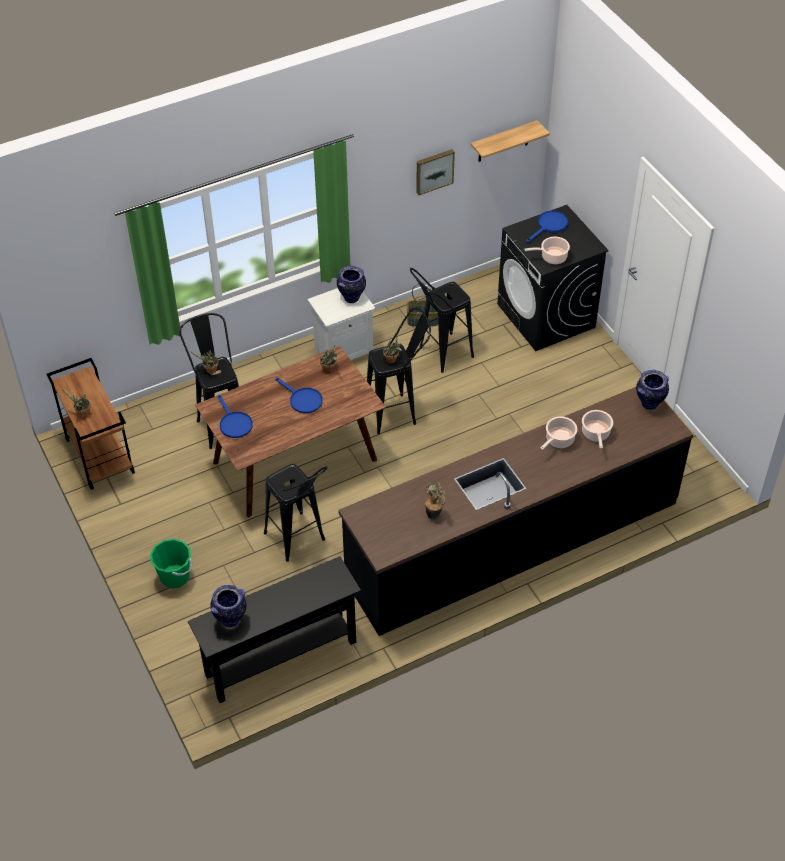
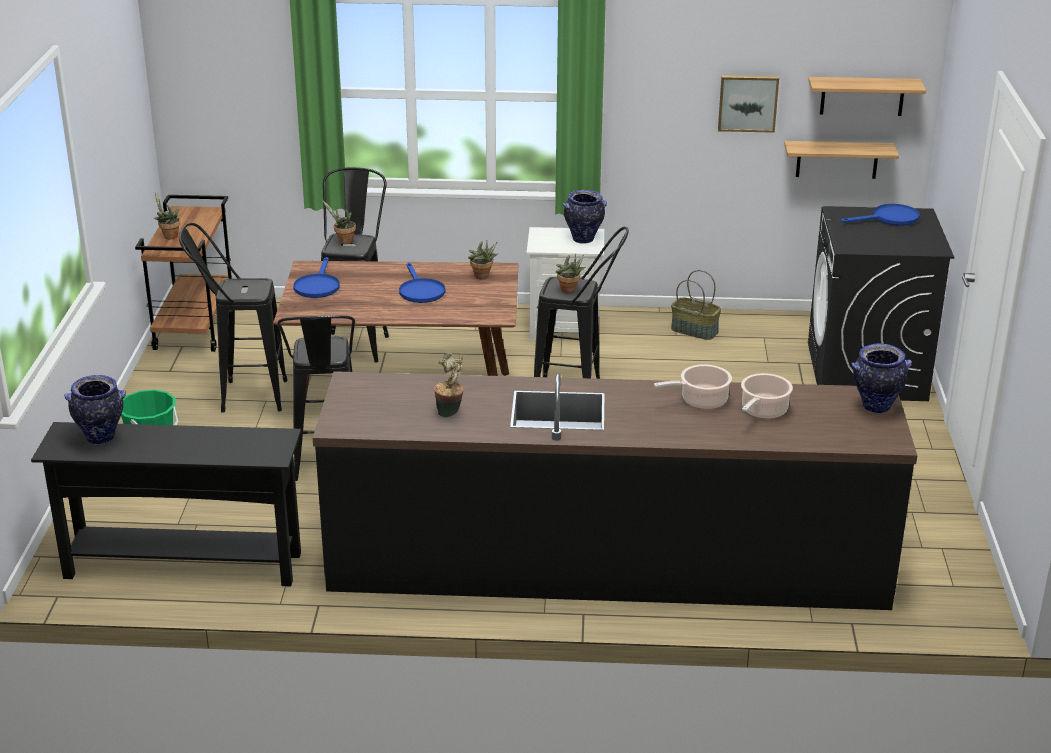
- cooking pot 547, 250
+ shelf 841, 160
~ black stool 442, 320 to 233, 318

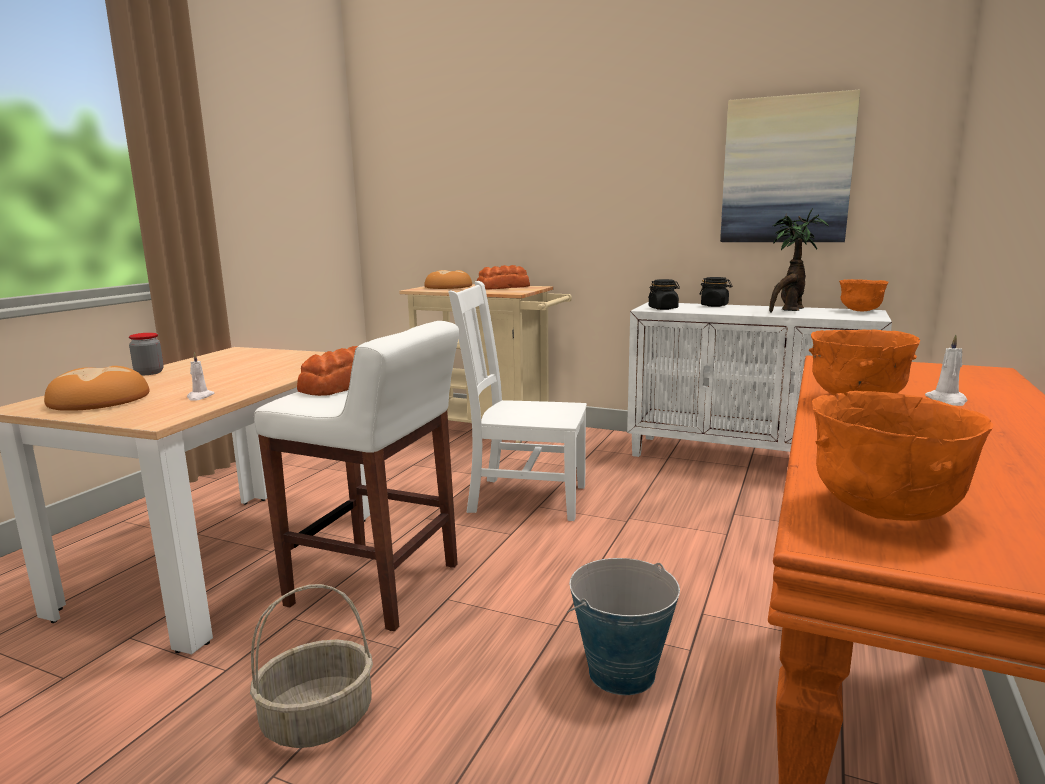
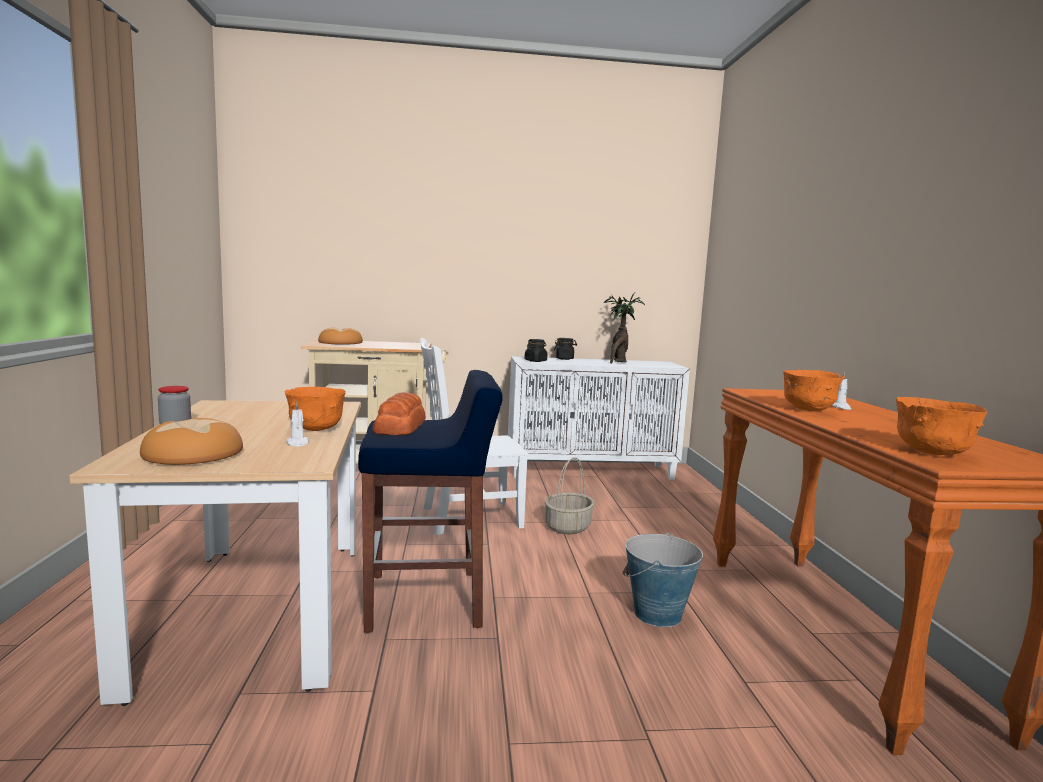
- bread 503, 277
- picture 790, 166
~ basket 311, 666 to 570, 495
~ orange bowl 863, 295 to 315, 409
~ white stool 356, 476 to blue stool 430, 501

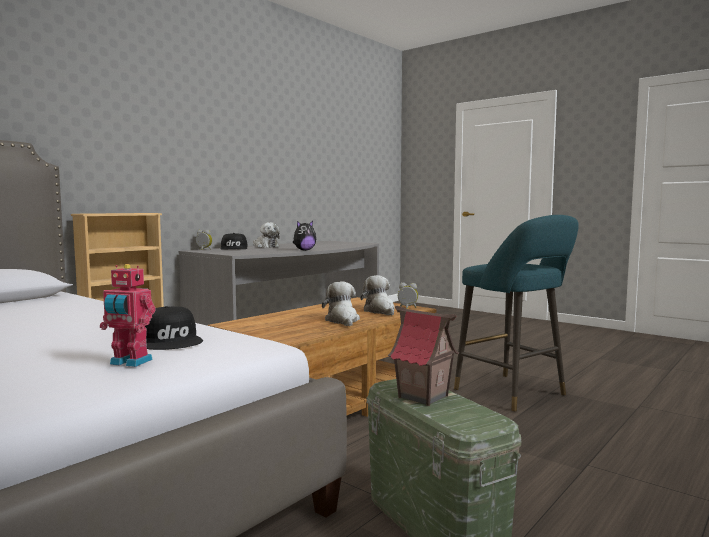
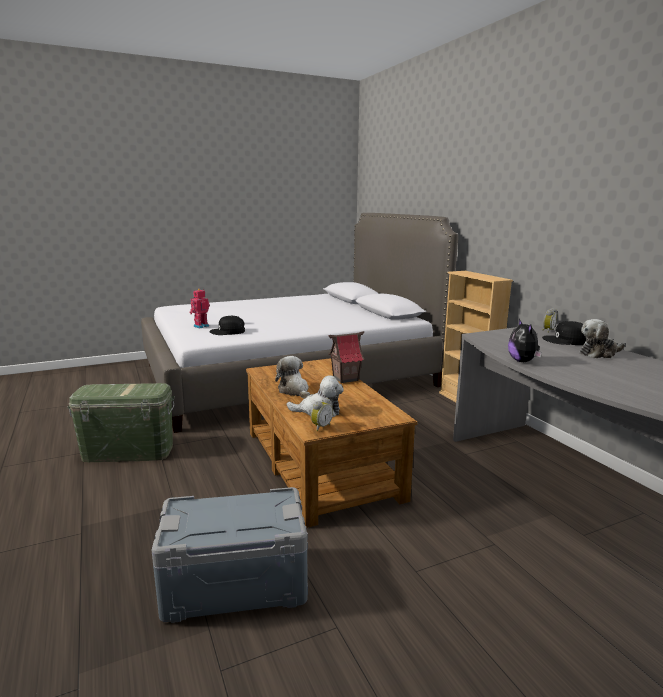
~ toy house 423, 356 to 346, 357
~ turquoise stool 516, 313 to grey storage box 230, 555
~ plush toy 341, 303 = 292, 377 135 degrees counterclockwise

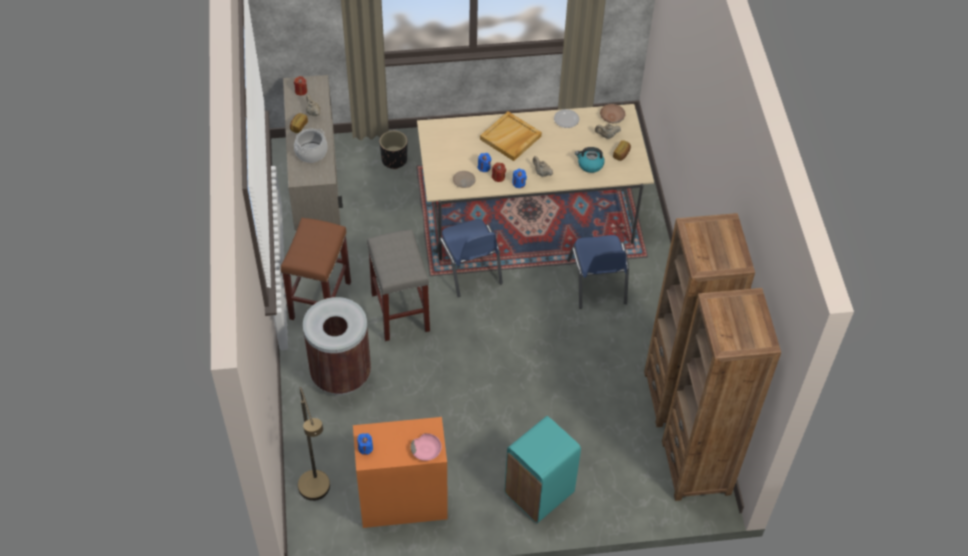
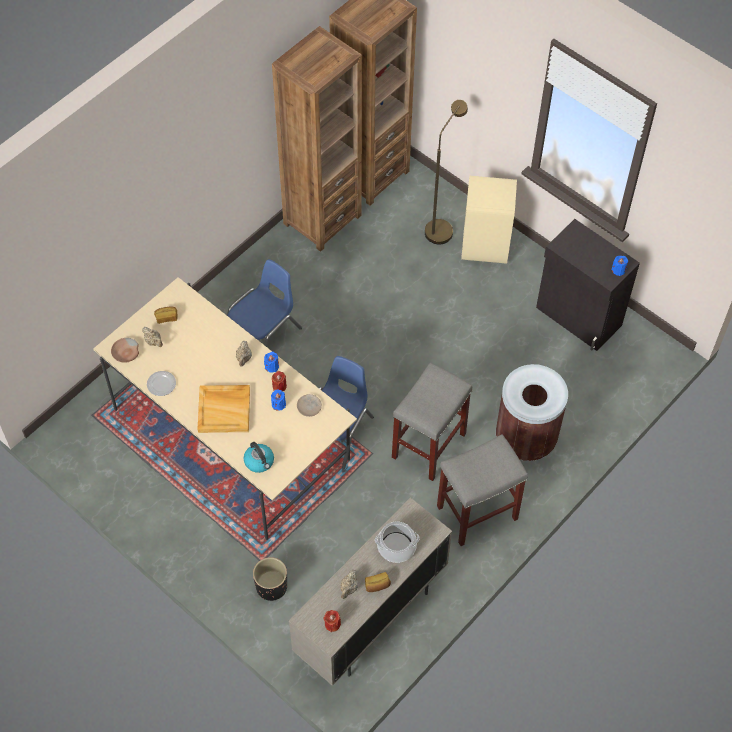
- pink bowl 426, 447
~ brown floor lamp 314, 444 to 446, 172
~ kettle 590, 160 to 259, 457
~ brown stool 316, 269 to grey stool 482, 490
~ orange cabinet 400, 472 to black cabinet 588, 285
~ turquoise trash can 543, 469 to beige trash can 489, 220

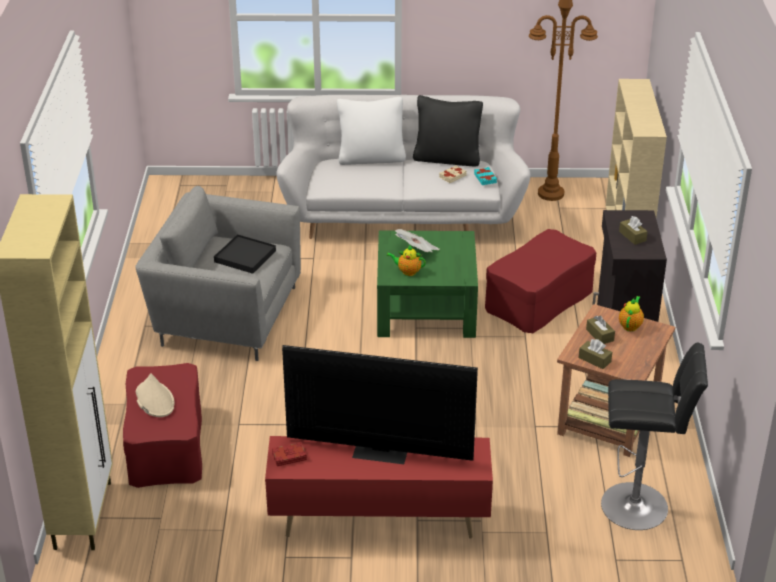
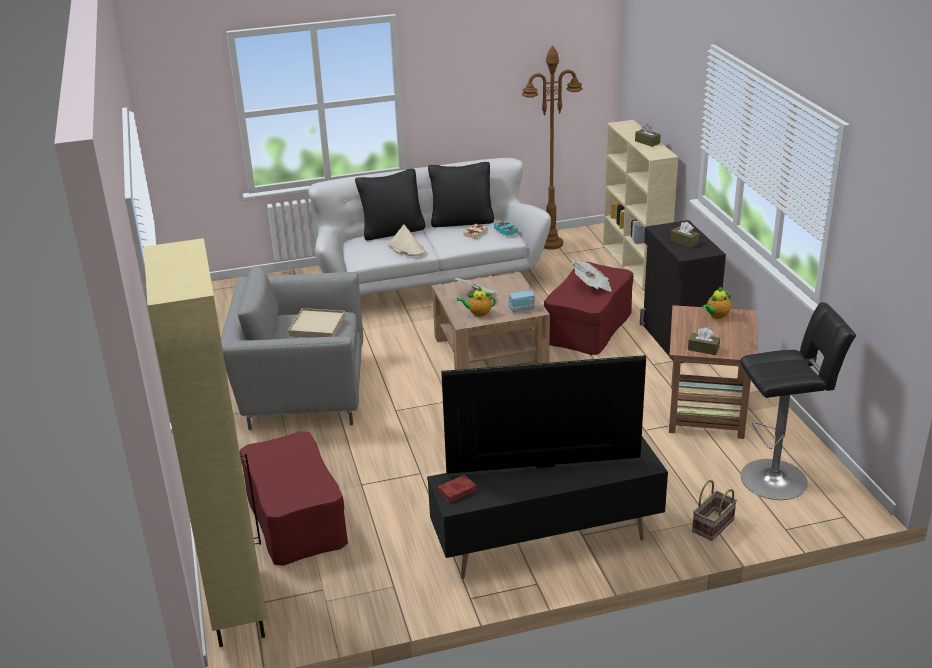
+ radio 522, 297
+ newspaper 591, 276
+ basket 714, 510
~ beige hat 155, 395 to 406, 240
~ brown tissue box 600, 330 to 648, 135
~ black tray 245, 254 to beige tray 316, 323
~ red tv stand 379, 487 to black tv stand 547, 507
~ white pillow 371, 131 to black pillow 390, 205
~ green coffee table 427, 284 to brown coffee table 491, 321
~ teapot 631, 313 = 716, 302 135 degrees counterclockwise

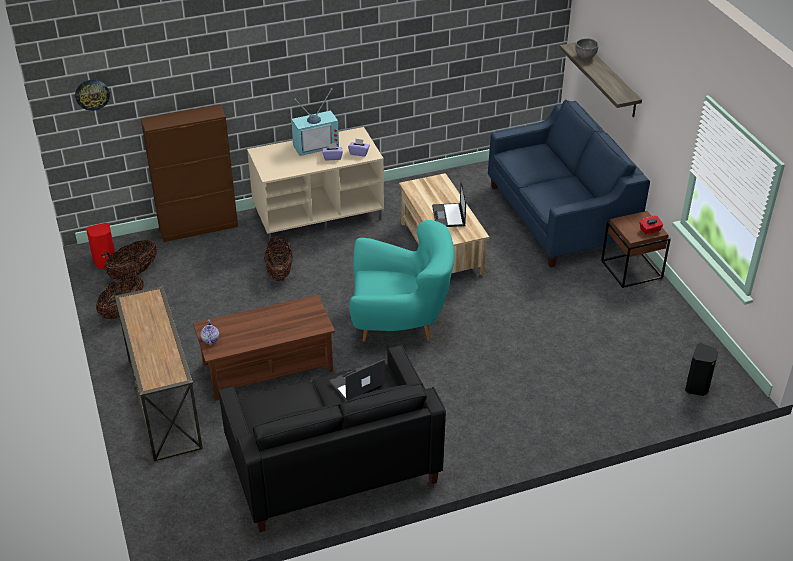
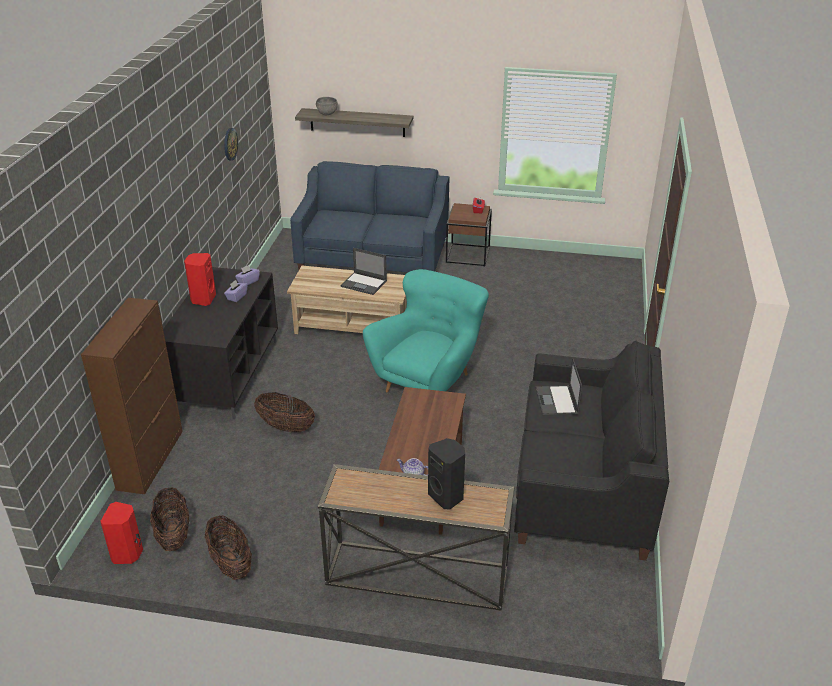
~ wall clock 92, 95 to 231, 144
~ black speaker 701, 369 to 446, 473
~ television 315, 122 to red speaker 200, 279
~ beige tv stand 315, 185 to black tv stand 220, 343

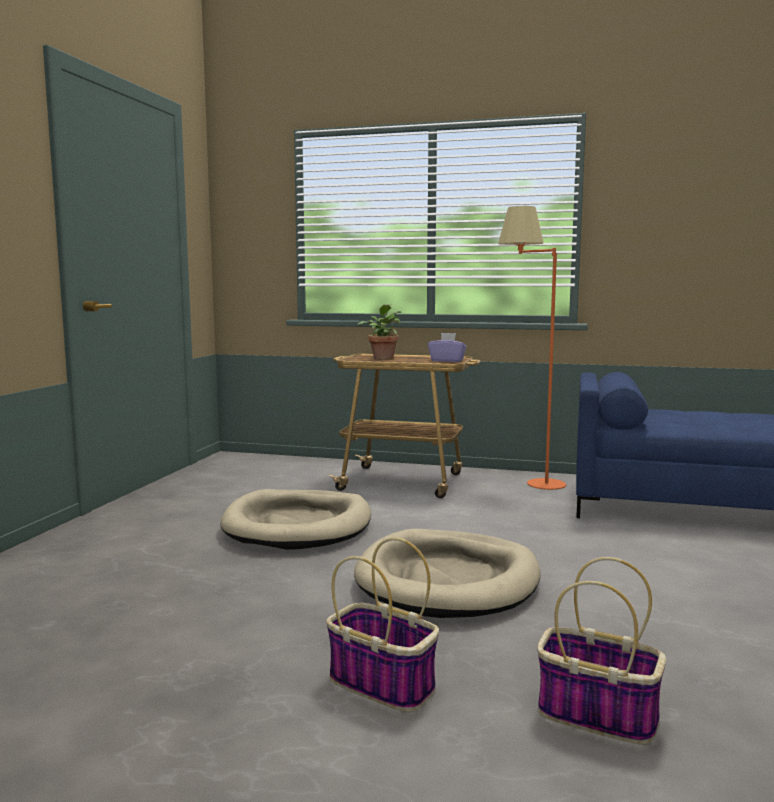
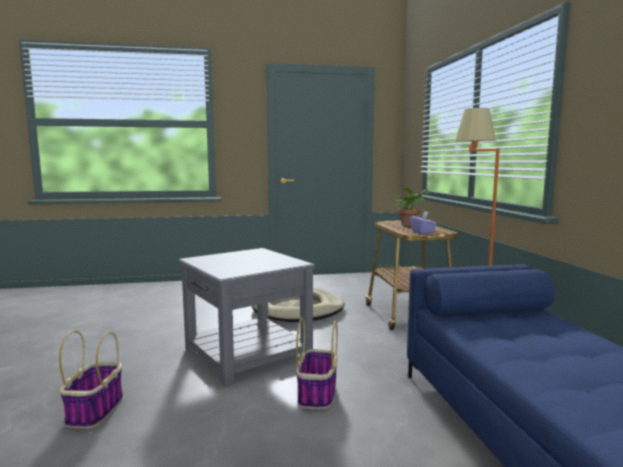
~ basket 382, 624 to 317, 363
~ beige dog bed 447, 573 to grey side table 246, 317

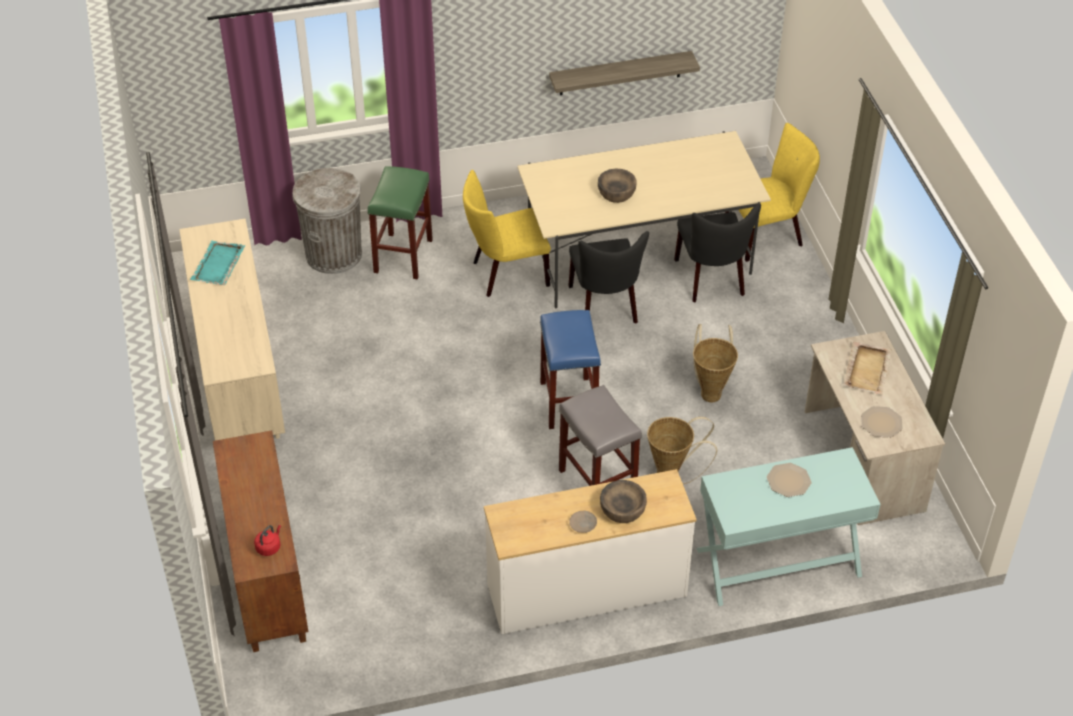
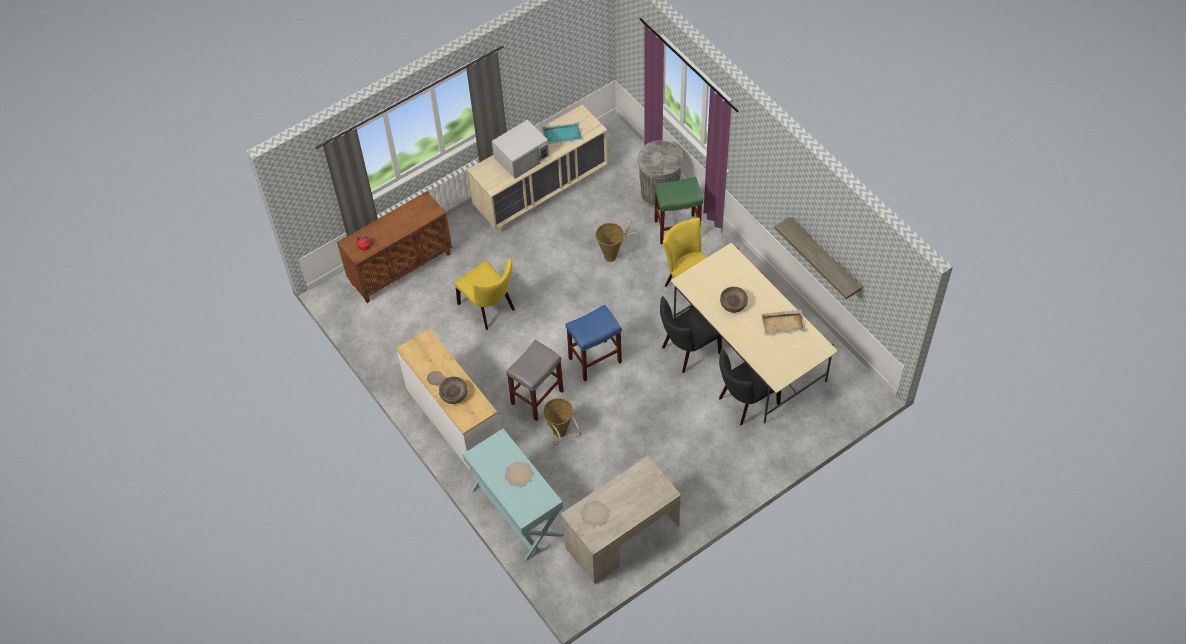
+ white microwave 520, 149
~ basket 715, 363 to 617, 240
~ yellow chair 772, 192 to 484, 294
~ beige tray 867, 368 to 783, 323

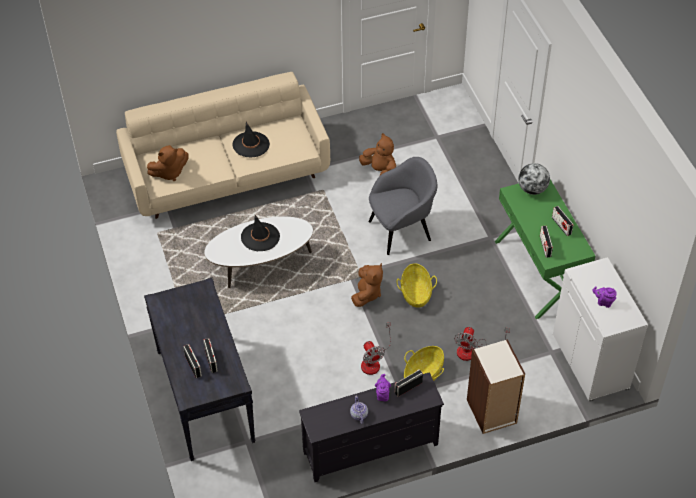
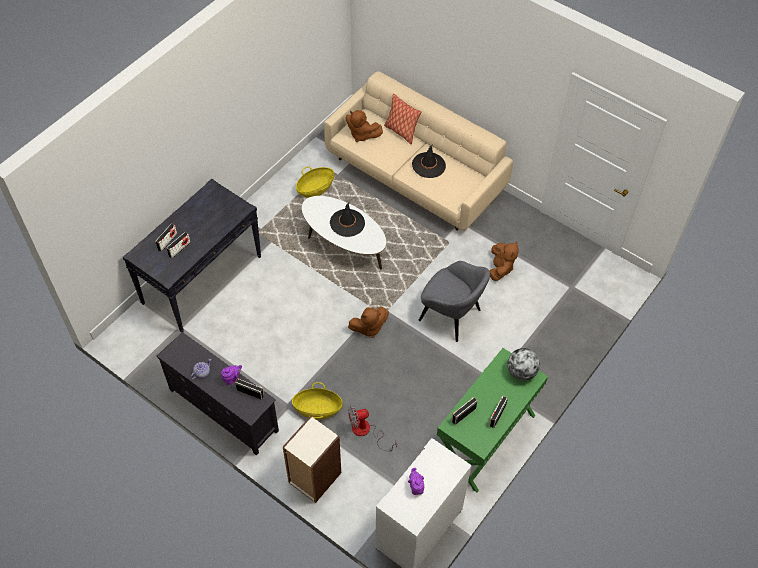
- fan 376, 348
+ pillow 402, 119
~ basket 417, 285 to 315, 182

